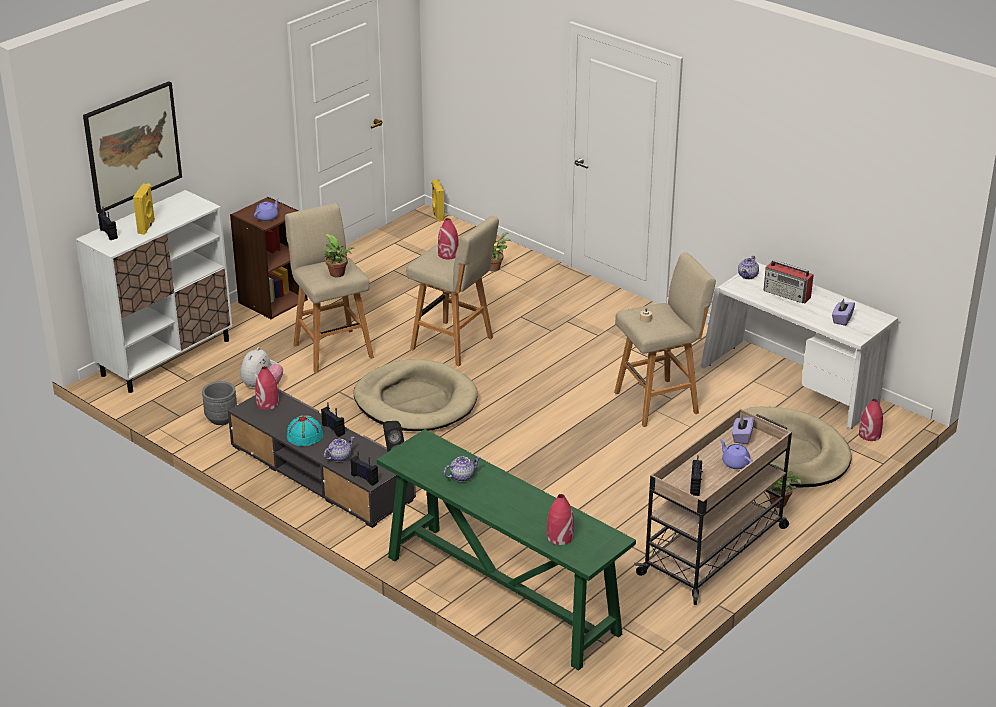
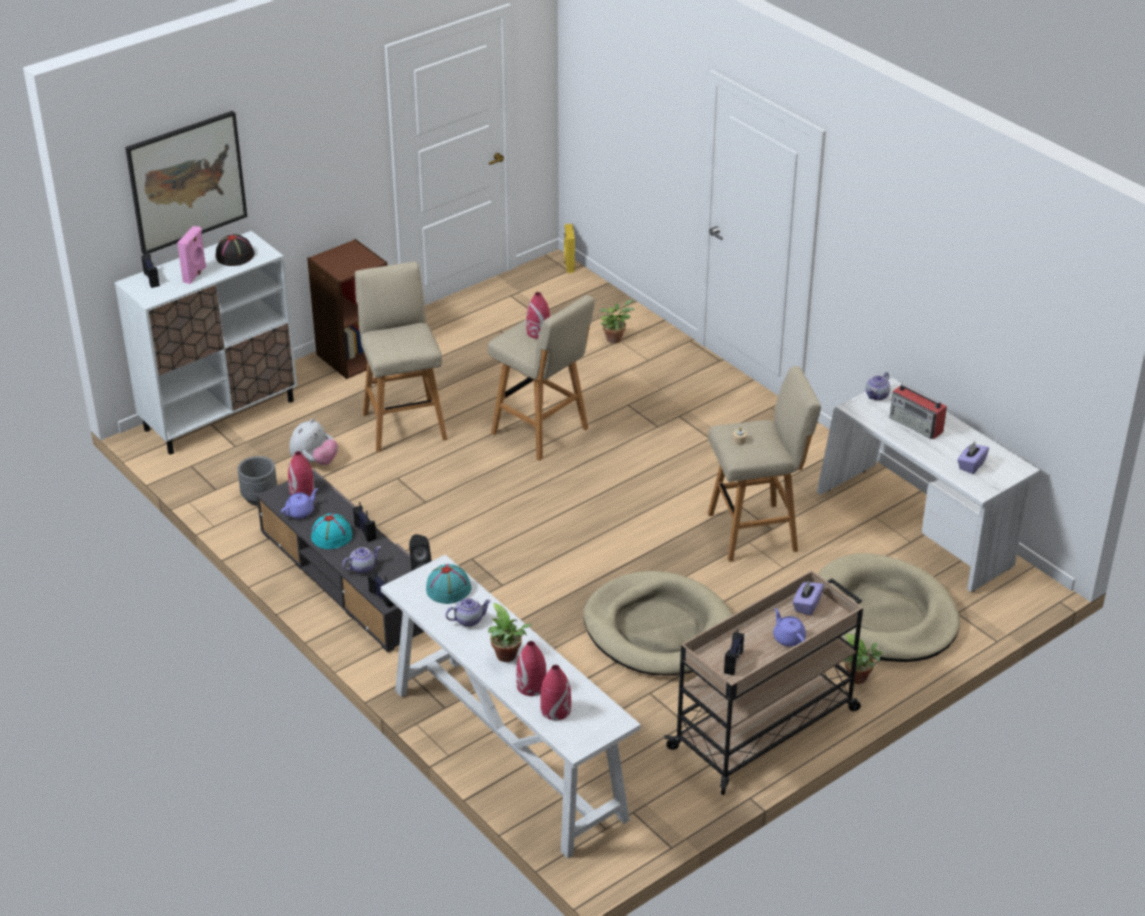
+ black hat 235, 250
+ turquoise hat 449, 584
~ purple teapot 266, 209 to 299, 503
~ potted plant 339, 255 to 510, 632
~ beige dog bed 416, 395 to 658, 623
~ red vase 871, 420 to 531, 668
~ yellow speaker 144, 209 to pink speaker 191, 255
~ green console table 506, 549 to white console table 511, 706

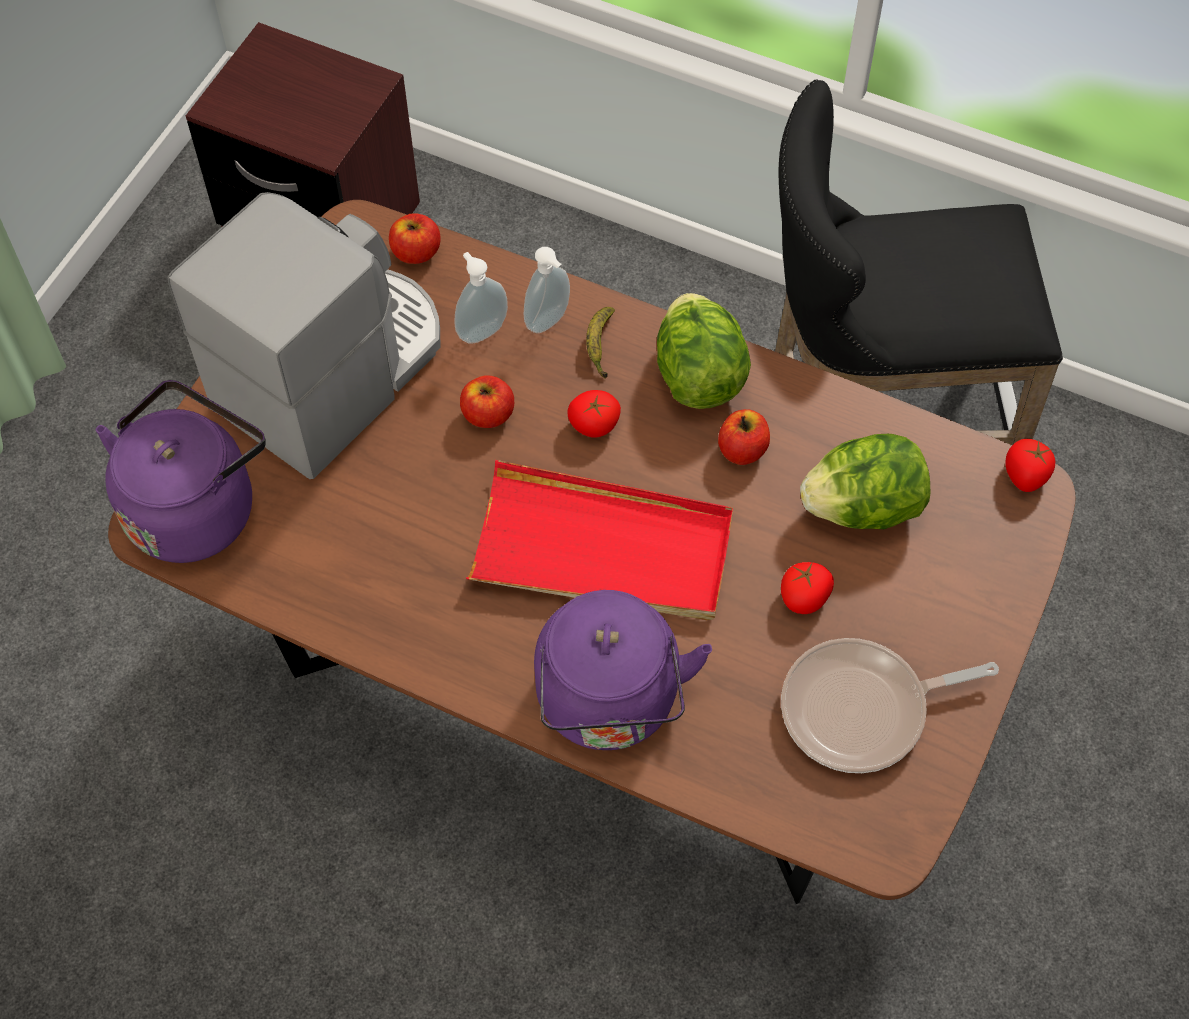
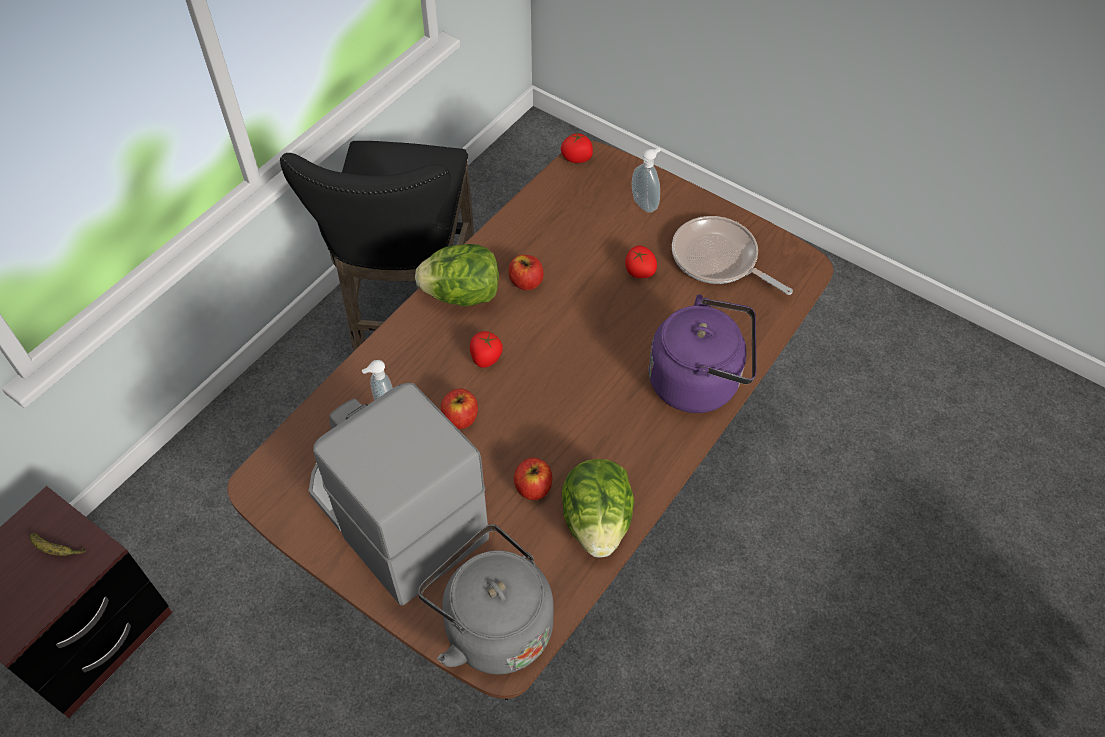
- red tray 599, 540
~ apple 415, 238 to 533, 479
~ soap dispenser 547, 290 to 646, 180
~ banana 600, 343 to 57, 544
~ lettuce 865, 481 to 598, 508
~ purple kettle 181, 471 to grey kettle 485, 599
~ frying pan 890, 705 = 732, 255 135 degrees clockwise

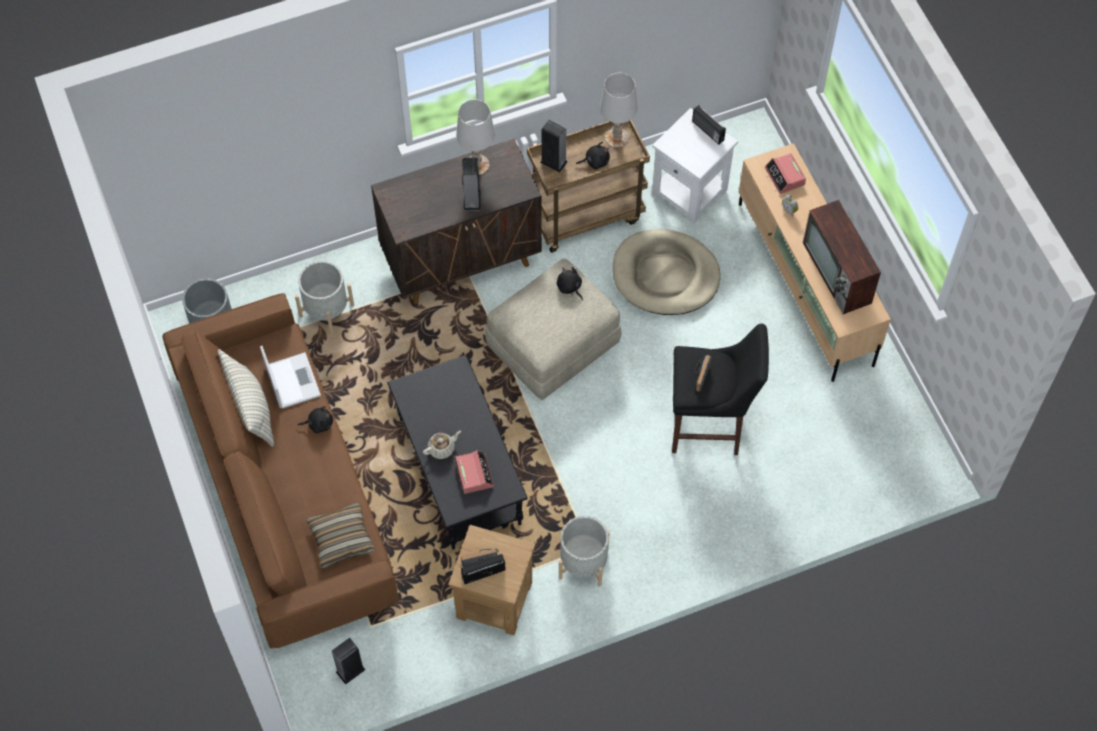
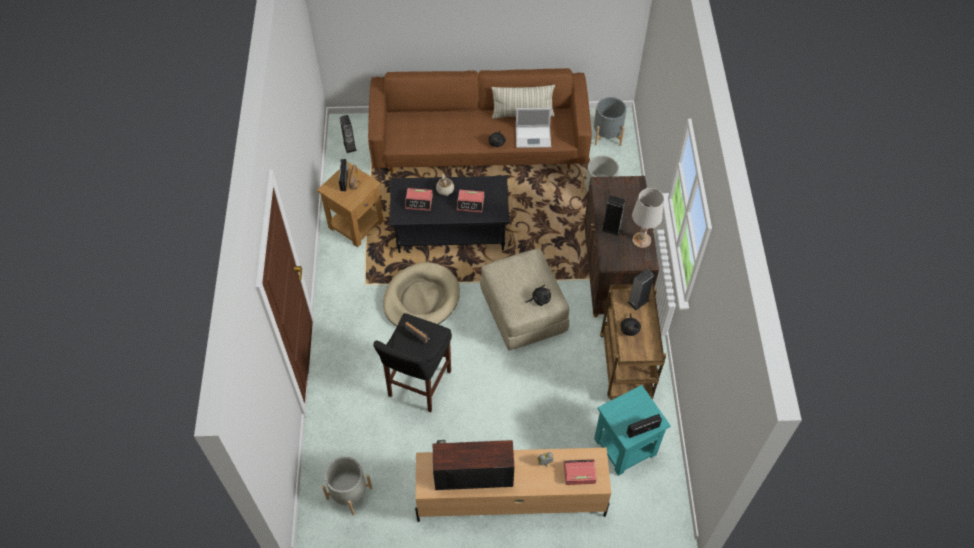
- pillow 340, 535
- white table lamp 618, 110
+ alarm clock 470, 201
~ grey planter 584, 551 to 347, 486
~ beige dog bed 666, 272 to 421, 294
~ white side table 695, 166 to turquoise side table 632, 430

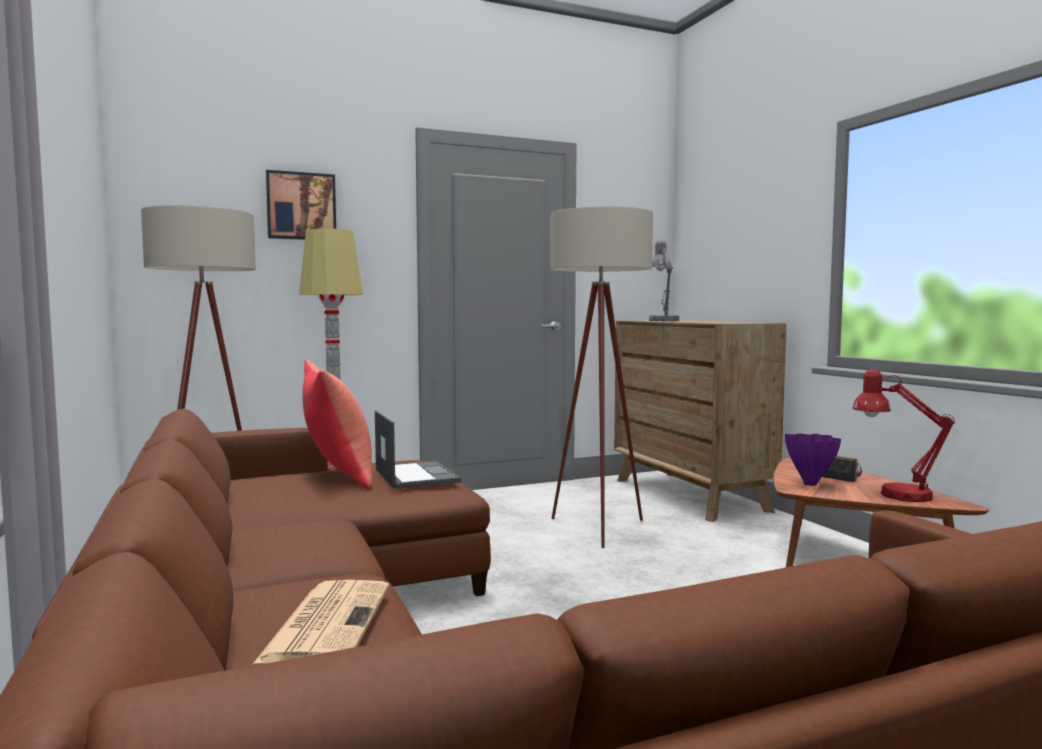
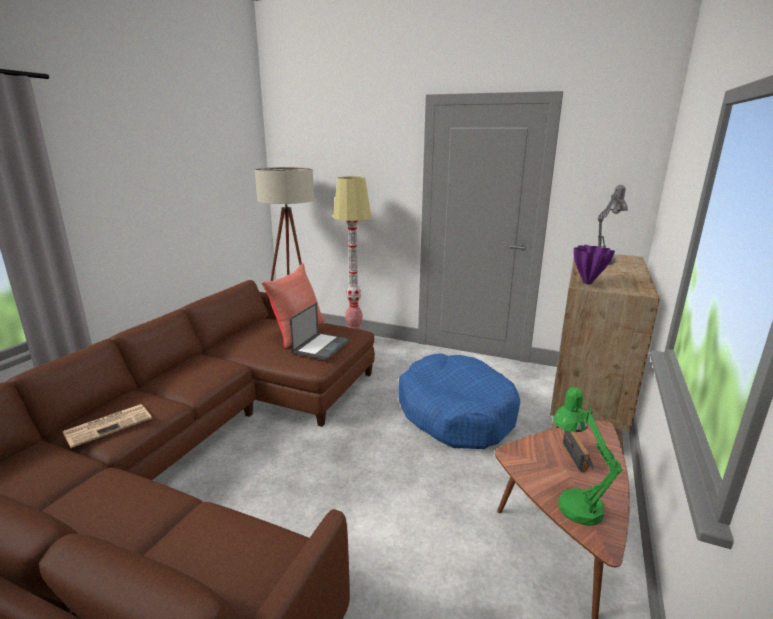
- picture 301, 205
~ purple vase 813, 459 to 594, 264
~ beige floor lamp 601, 377 to blue dog bed 459, 401
~ red table lamp 903, 435 to green table lamp 588, 456

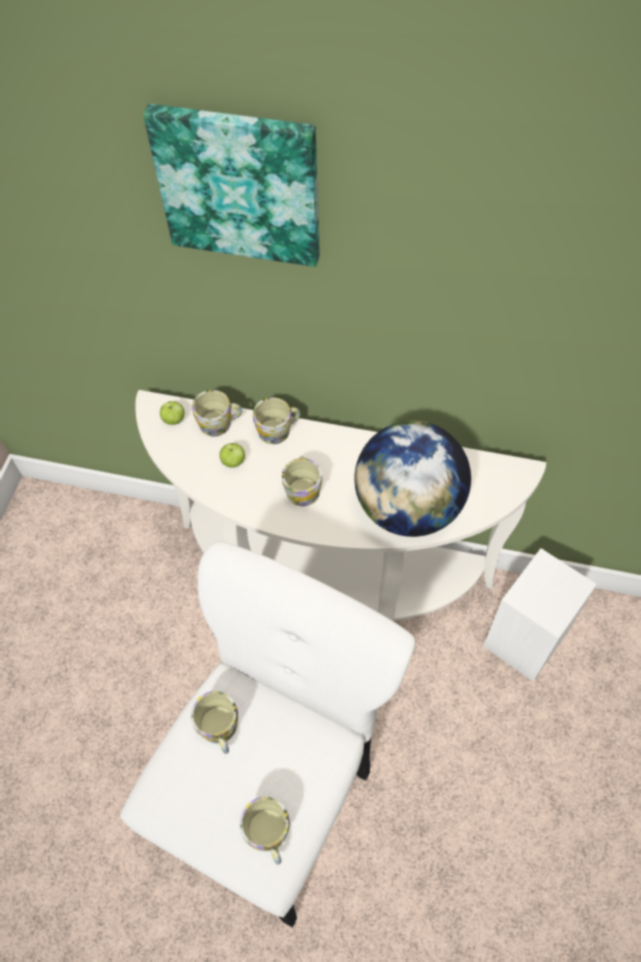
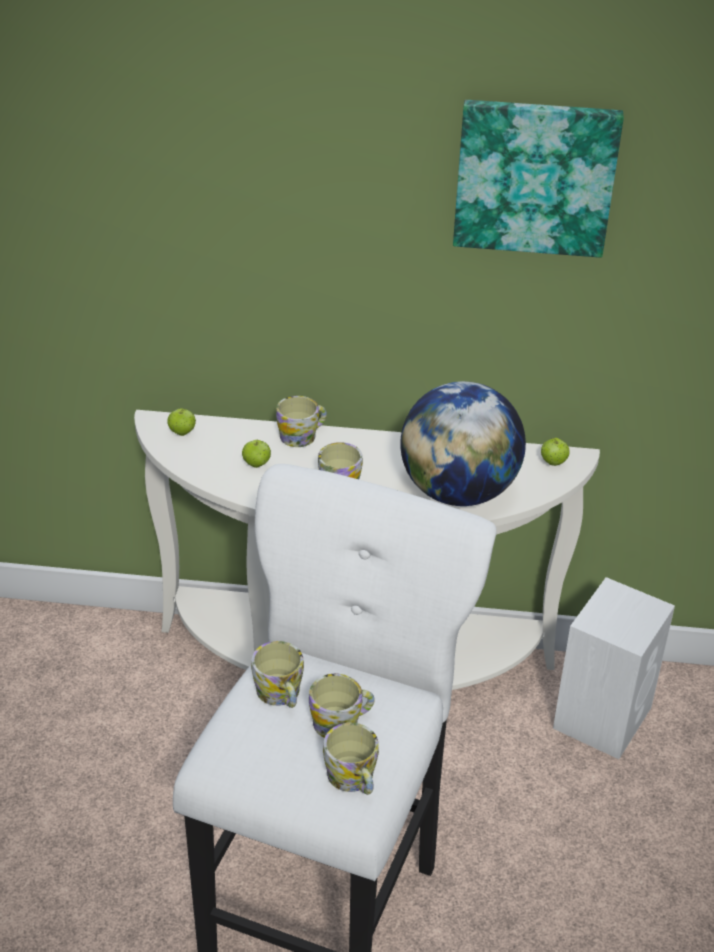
+ apple 555, 452
~ picture 231, 185 to 538, 179
~ mug 217, 413 to 342, 706

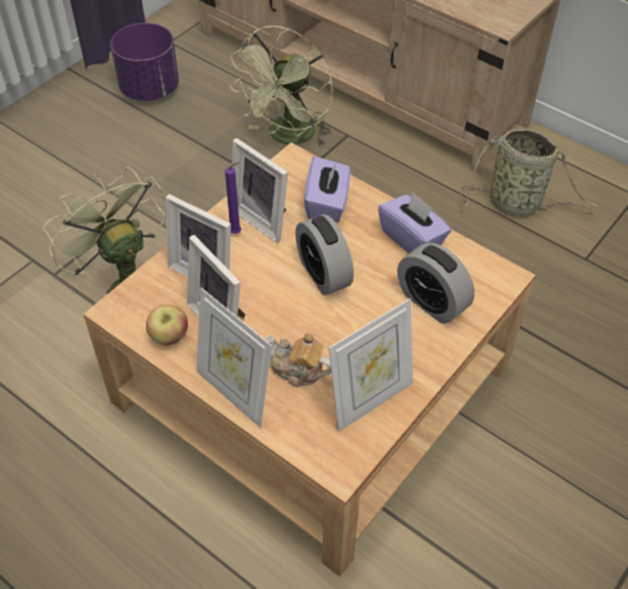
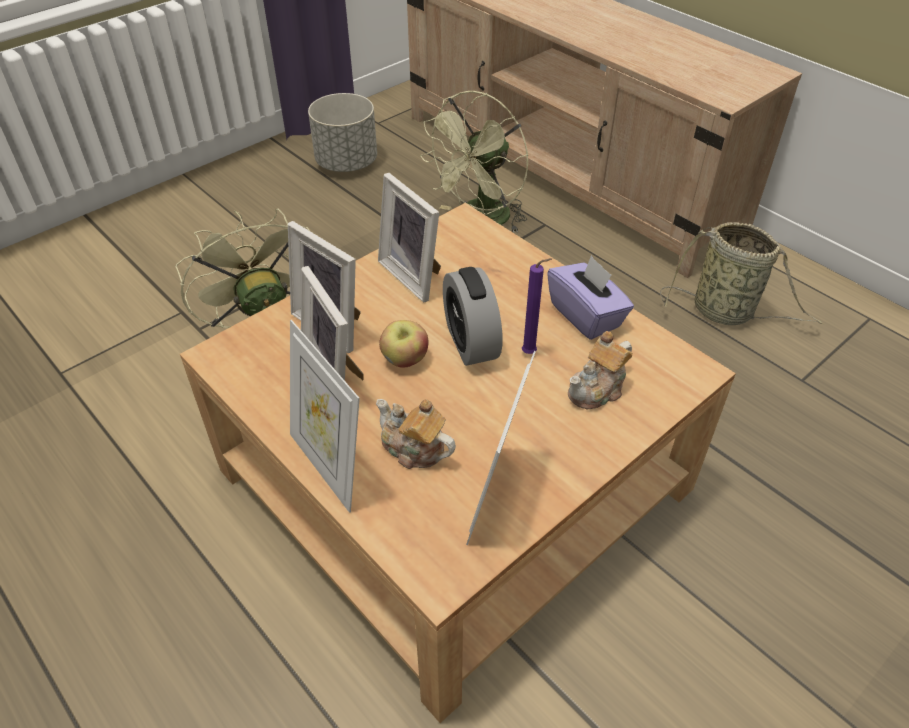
- purple tissue box 327, 189
~ apple 167, 325 to 403, 344
~ purple candle 233, 198 to 537, 306
~ alarm clock 436, 283 to teapot 600, 370
~ purple planter 144, 62 to grey planter 342, 132
~ picture frame 371, 365 = 501, 448 135 degrees clockwise

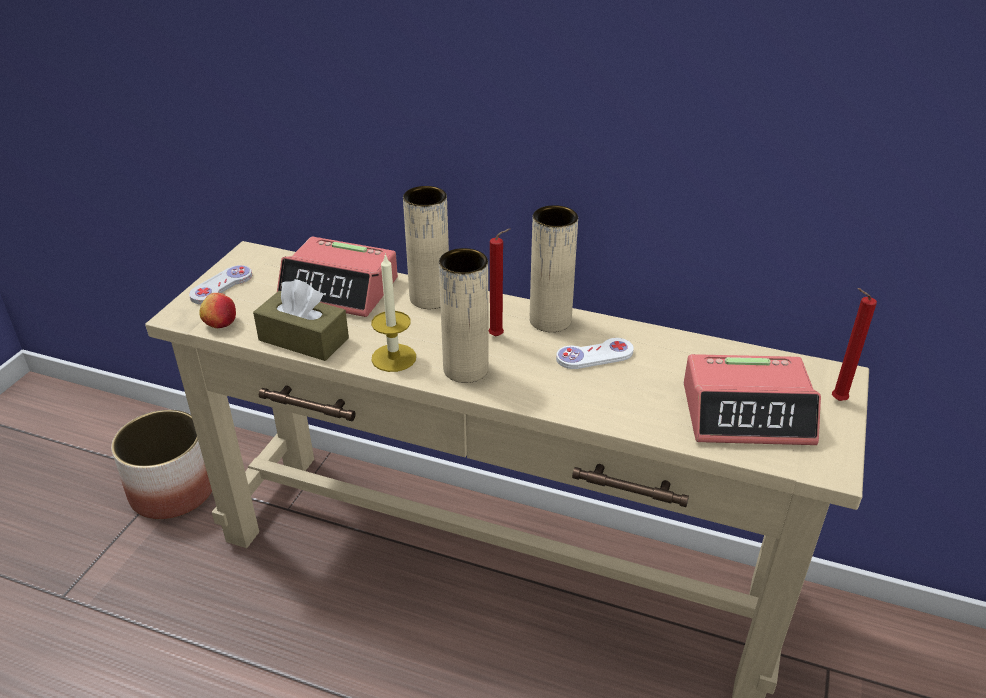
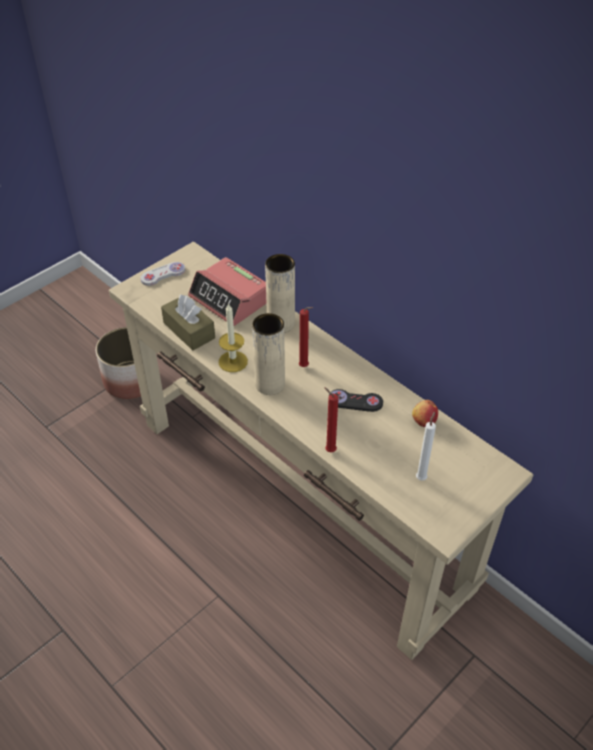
- beige vase 554, 268
~ apple 217, 310 to 425, 413
~ red candle 854, 344 to 331, 419
~ alarm clock 752, 399 to white candle 426, 446
~ white game controller 595, 353 to black game controller 356, 400

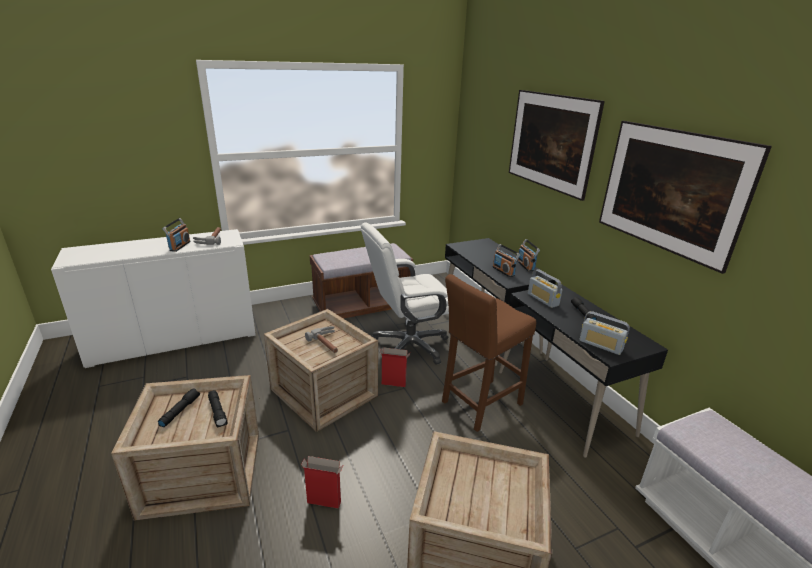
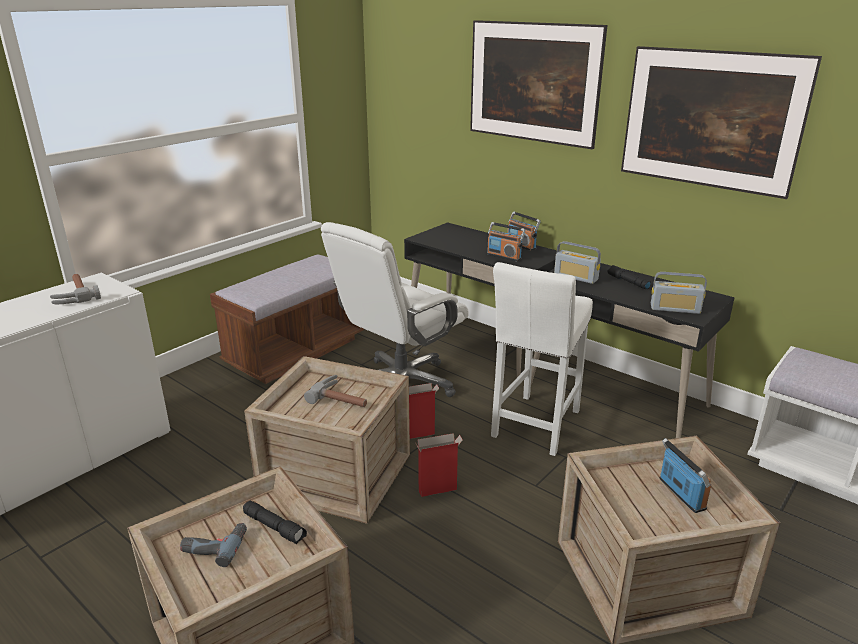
~ radio 176, 235 to 685, 475
~ cardboard box 322, 482 to 439, 465
~ black flashlight 179, 407 to power drill 213, 545
~ brown stool 489, 353 to white stool 542, 359

